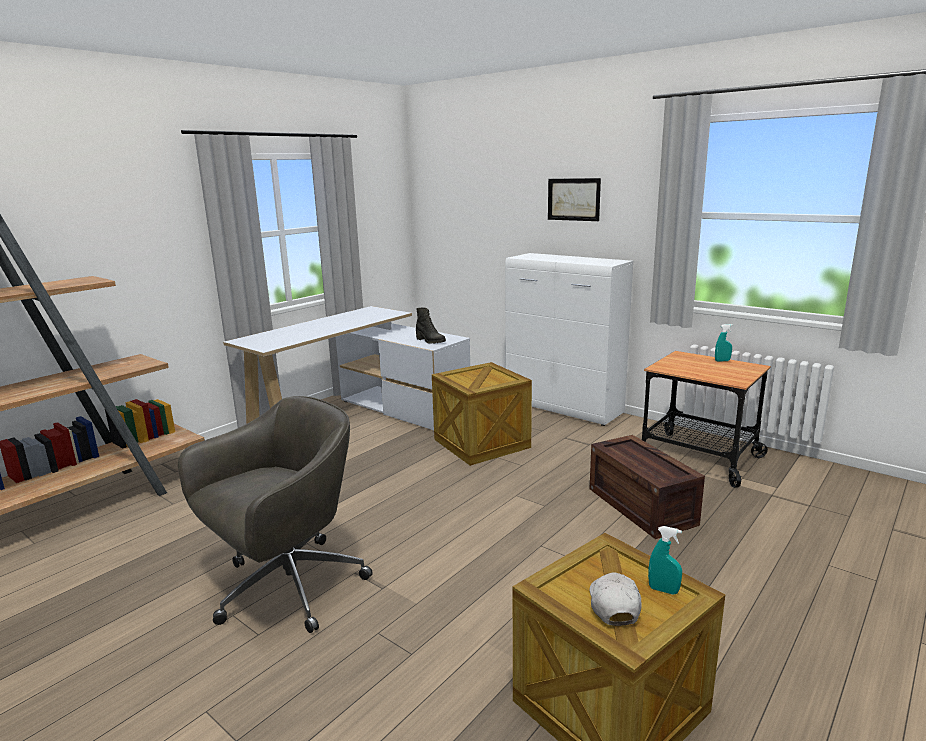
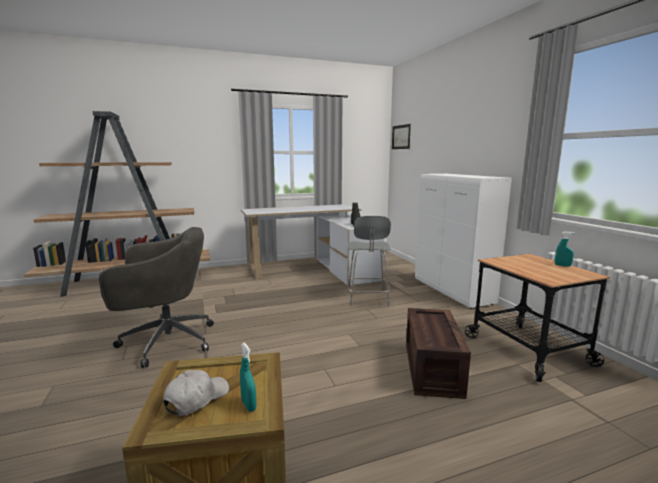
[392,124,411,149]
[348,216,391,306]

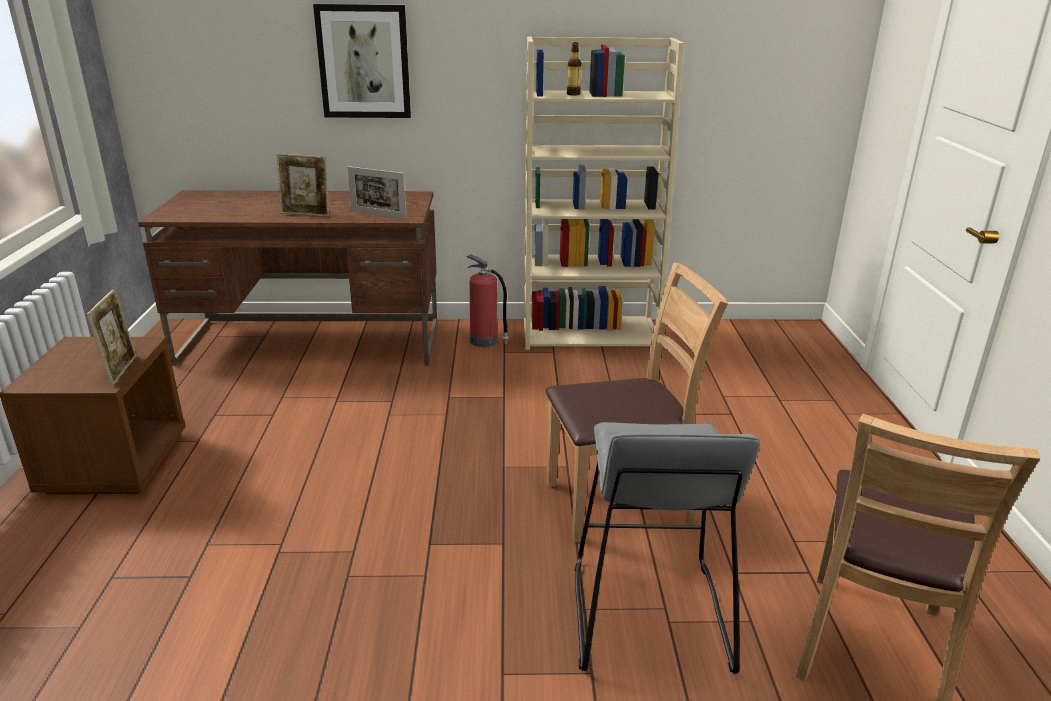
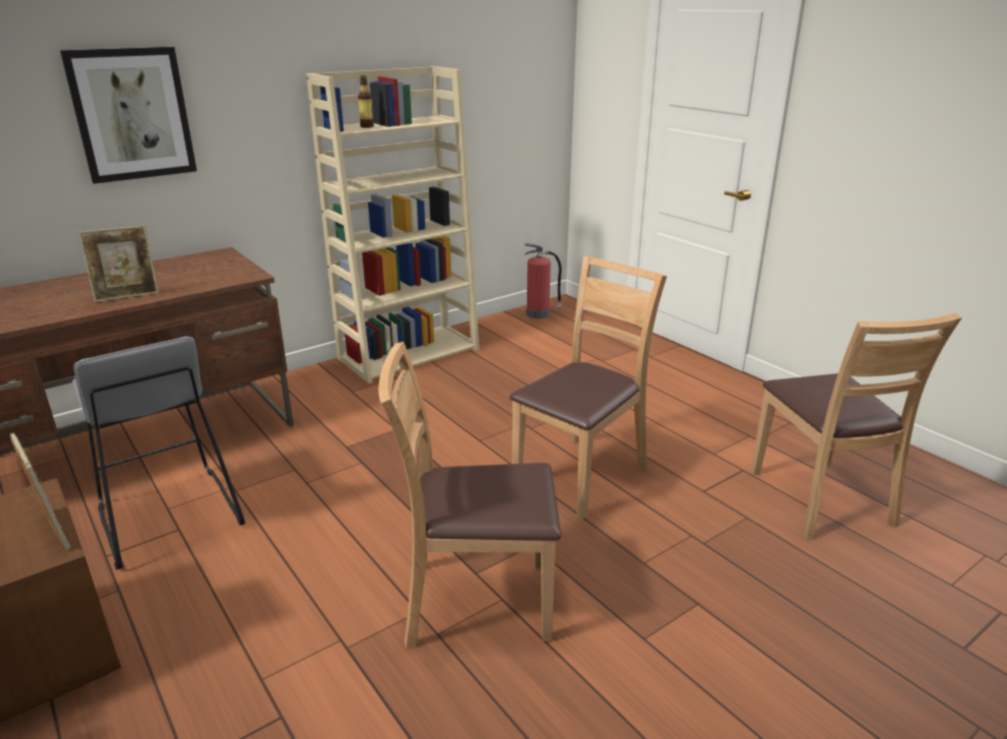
[348,166,407,219] (first image)
[525,243,562,319]
[72,336,245,570]
[379,342,561,649]

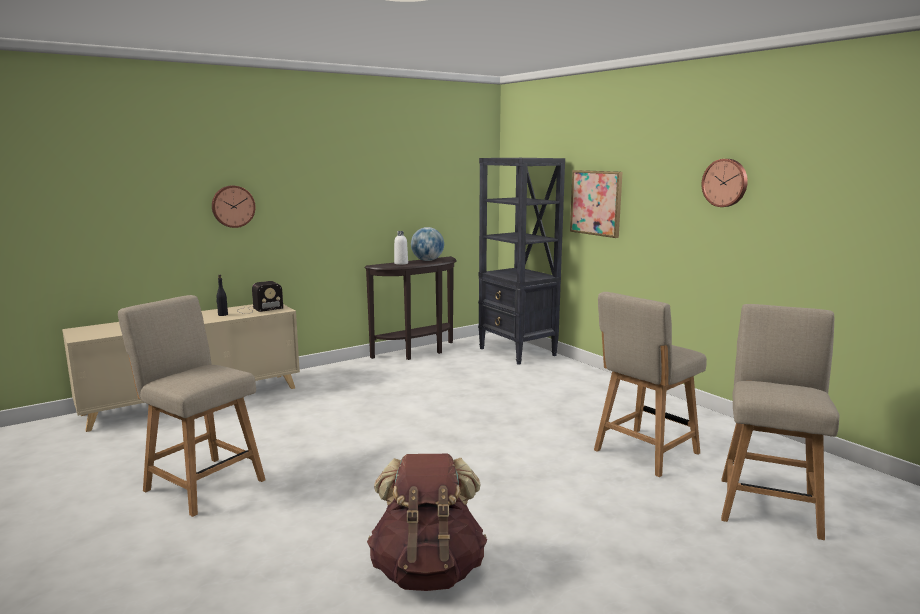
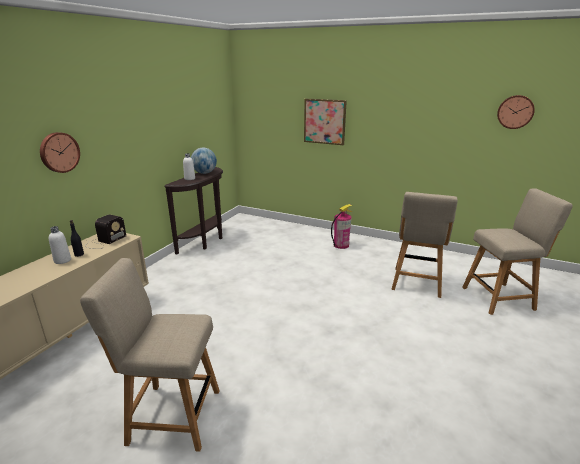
[478,158,565,365] (first image)
[497,95,535,129]
[462,188,573,315]
[367,454,487,591] (first image)
[331,204,353,249]
[49,226,71,264]

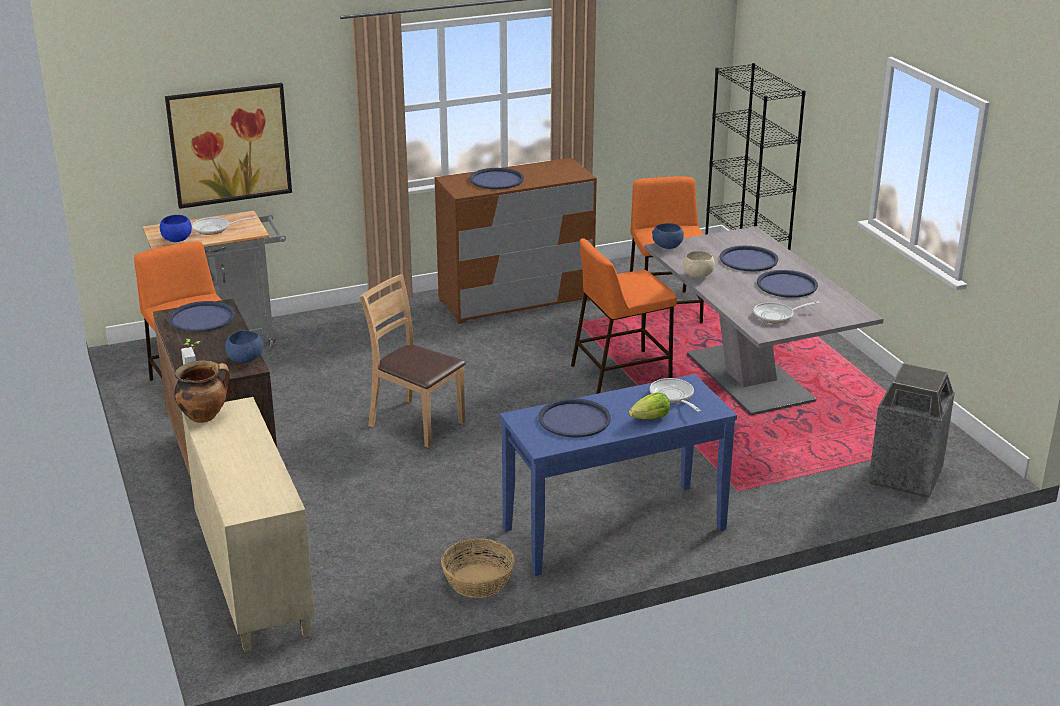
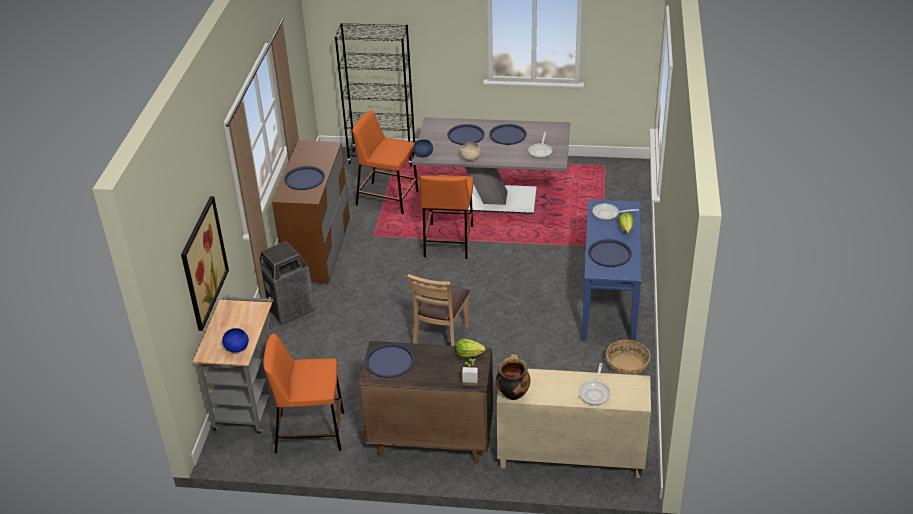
[579,363,611,405]
[407,274,470,346]
[456,338,486,357]
[260,241,315,325]

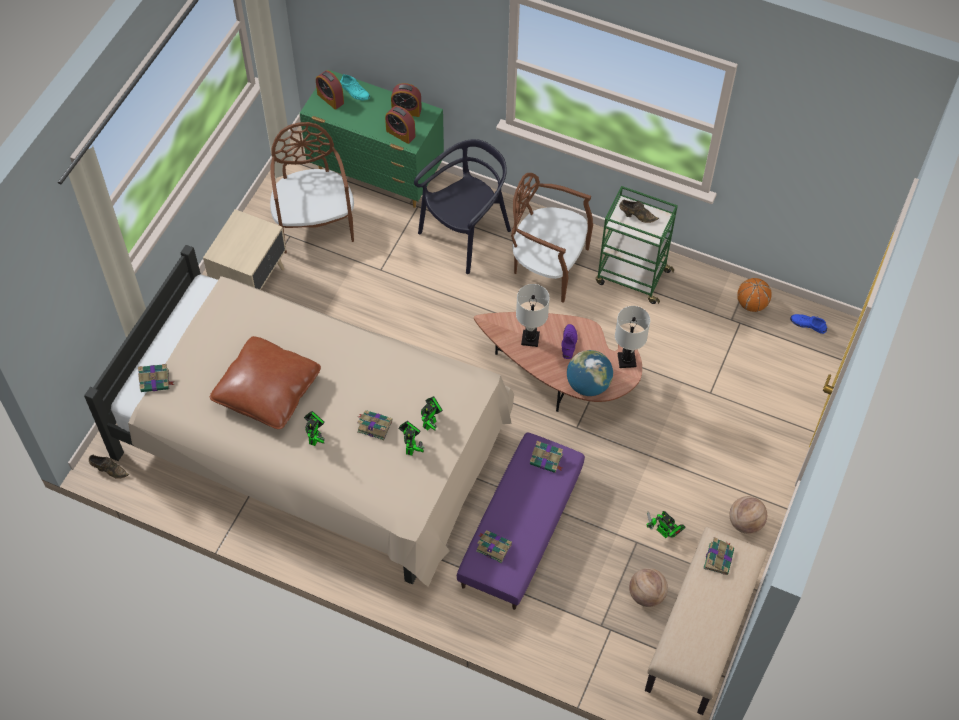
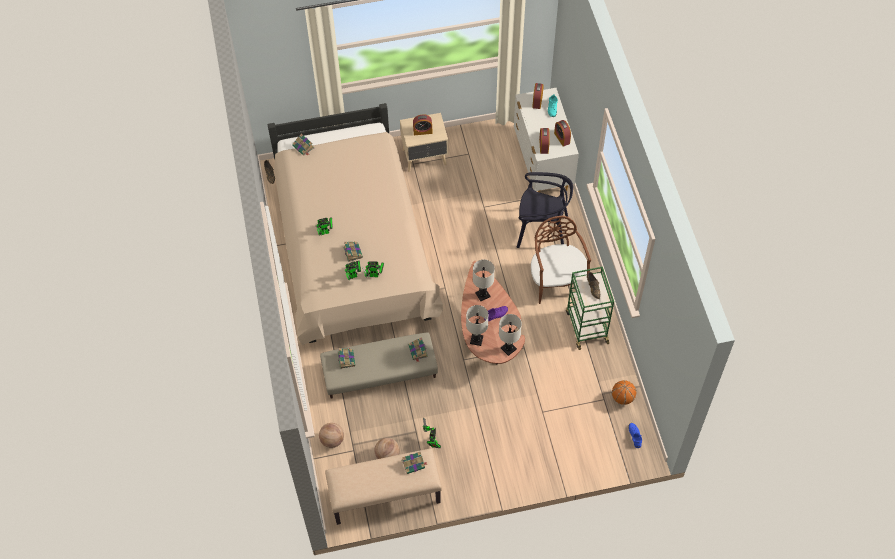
[514,88,579,193]
[270,122,354,254] (first image)
[210,336,321,429] (first image)
[466,305,488,346]
[320,332,438,399]
[319,423,344,448]
[413,114,432,135]

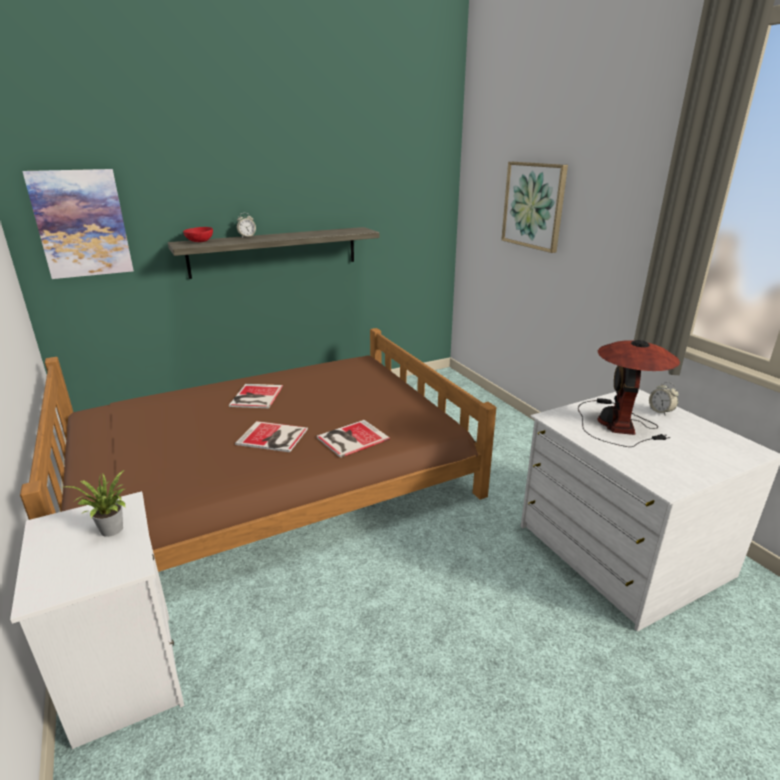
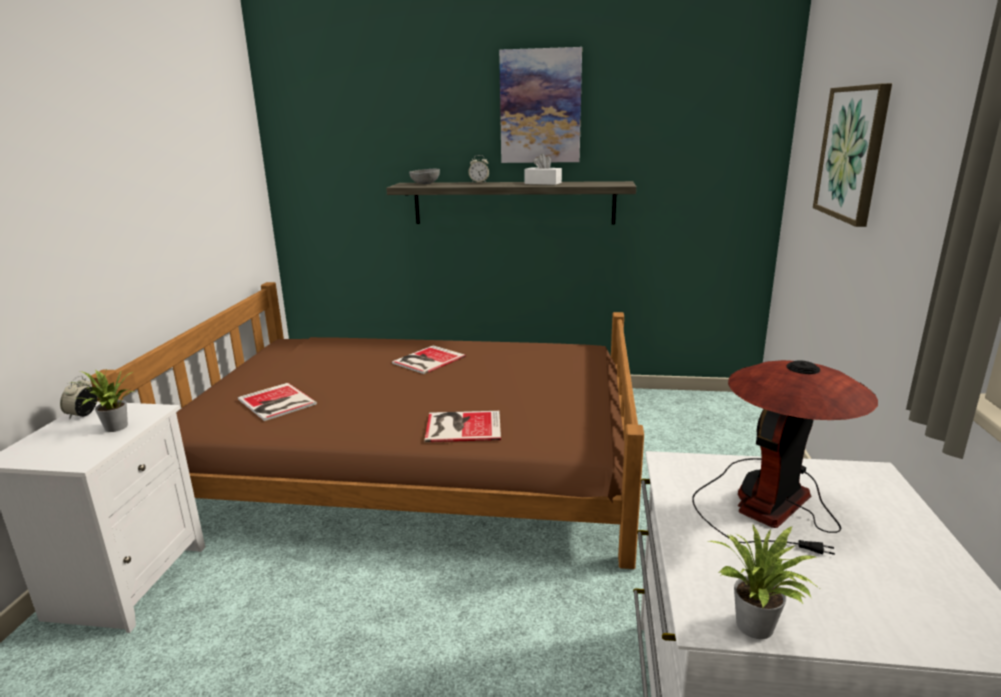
[499,47,582,163]
[409,169,440,184]
[60,376,98,419]
[238,383,317,421]
[525,154,562,185]
[709,525,822,639]

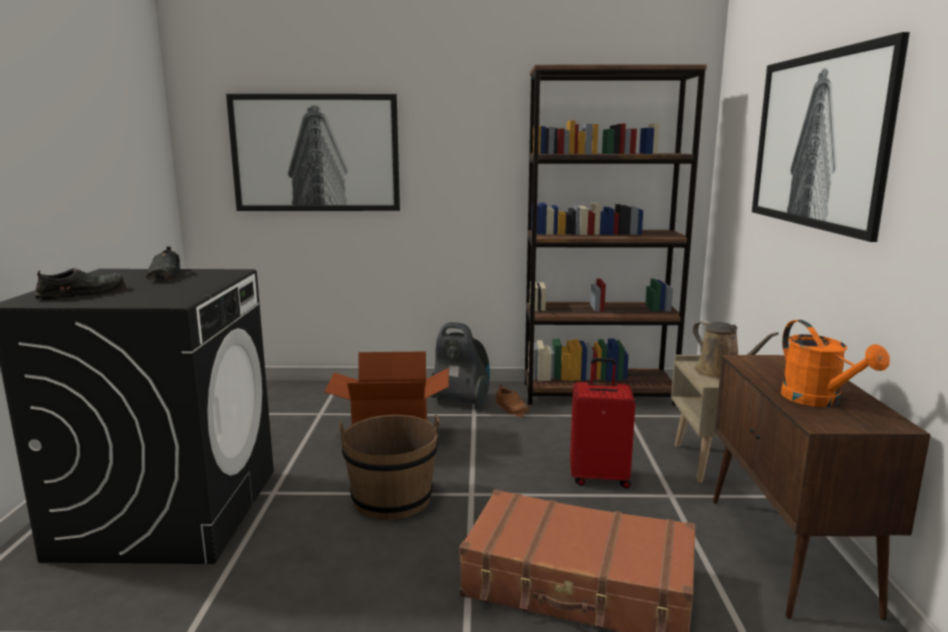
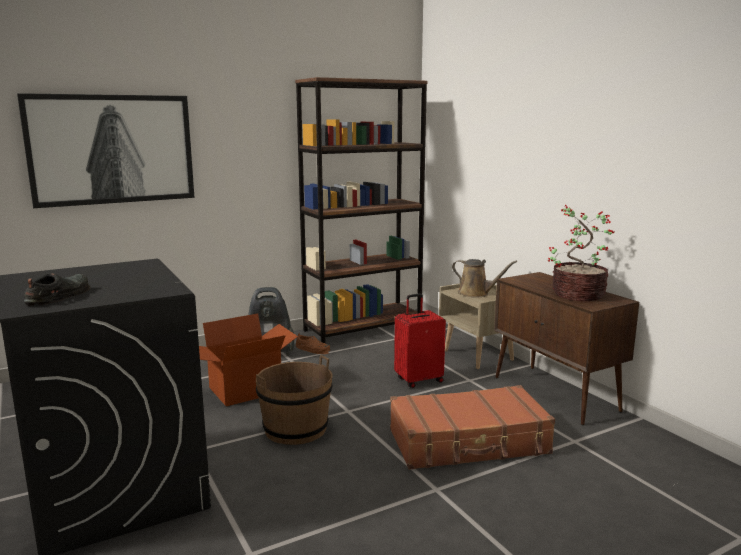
[752,32,910,242] (first image)
[146,247,180,283] (first image)
[548,205,614,301]

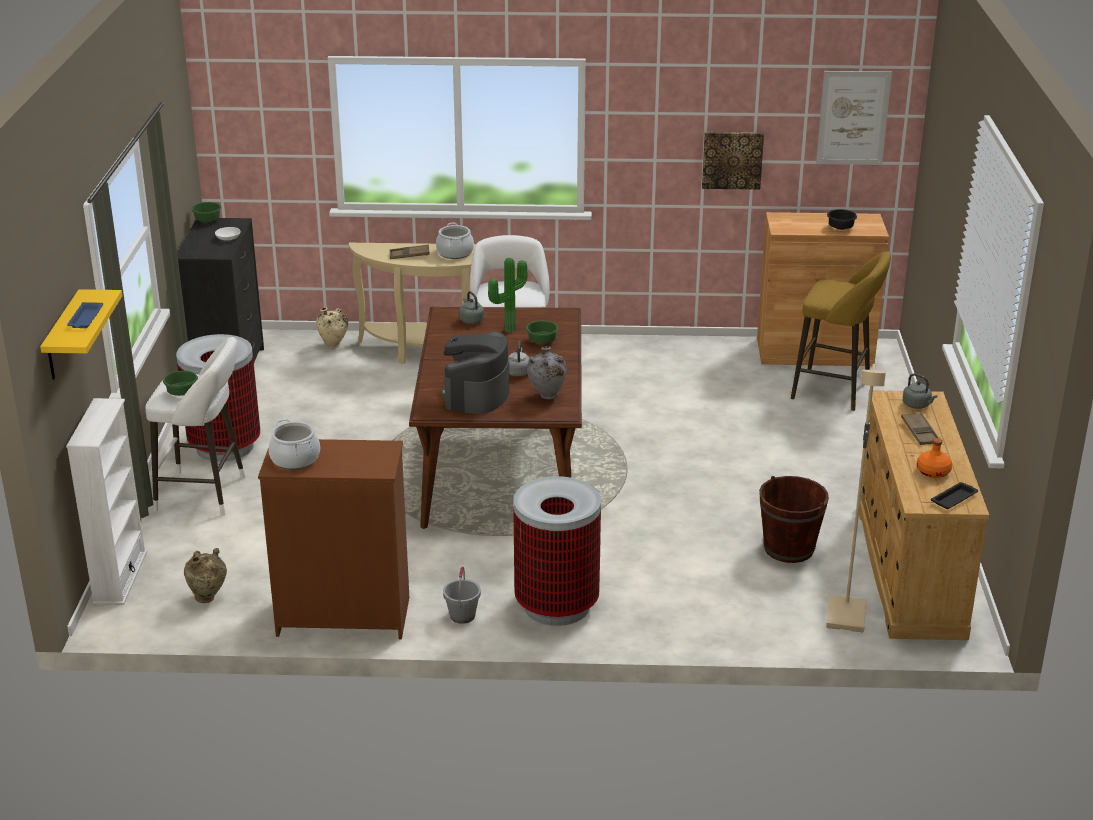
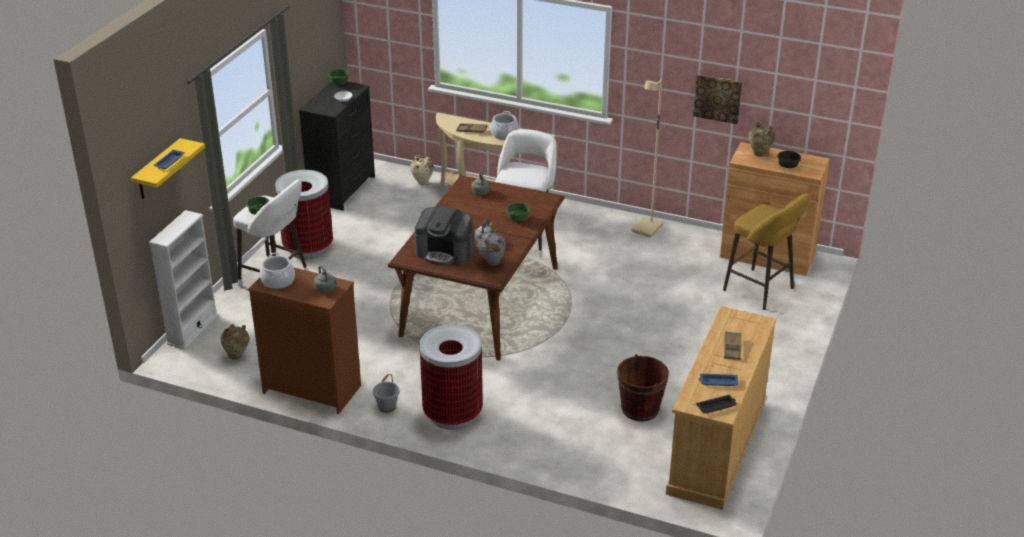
[816,71,892,165] (first image)
[488,258,528,333] (first image)
[414,206,474,265]
[631,79,663,238]
[314,265,336,293]
[698,374,739,386]
[748,122,775,157]

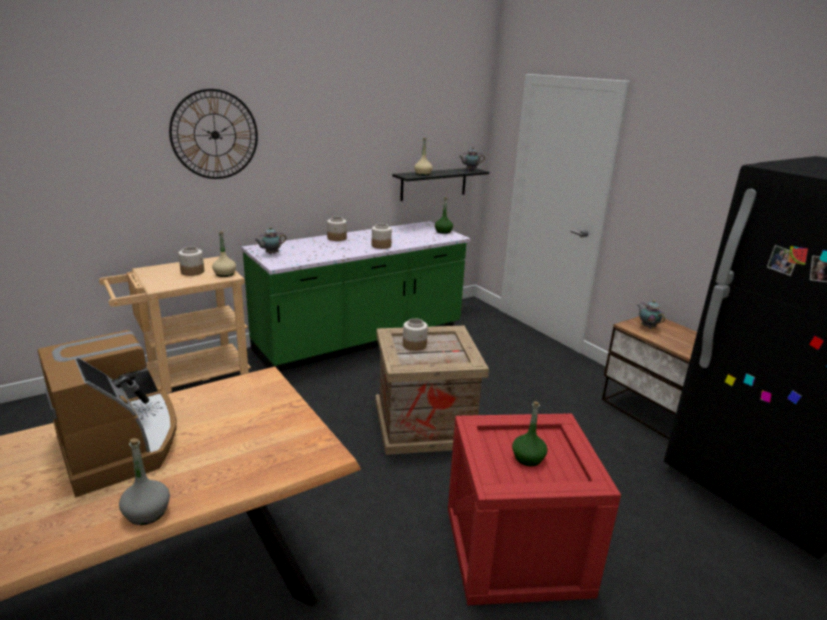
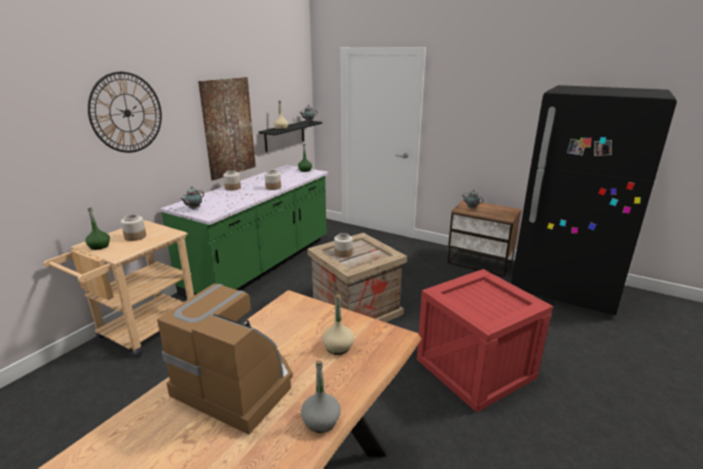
[322,294,354,355]
[85,208,110,250]
[198,77,256,180]

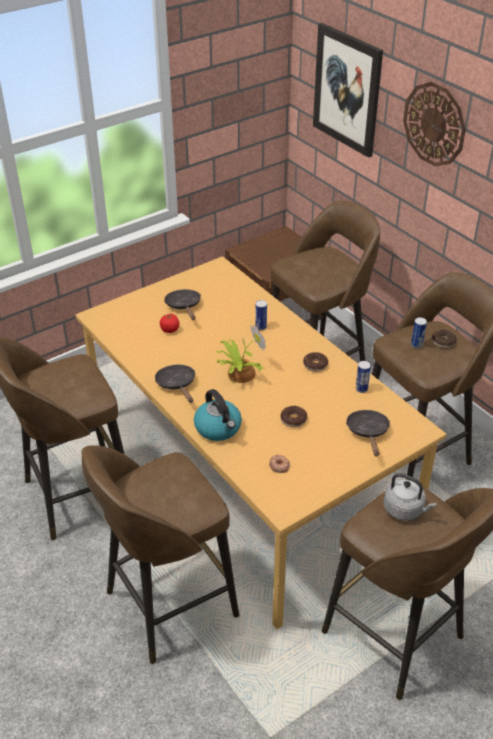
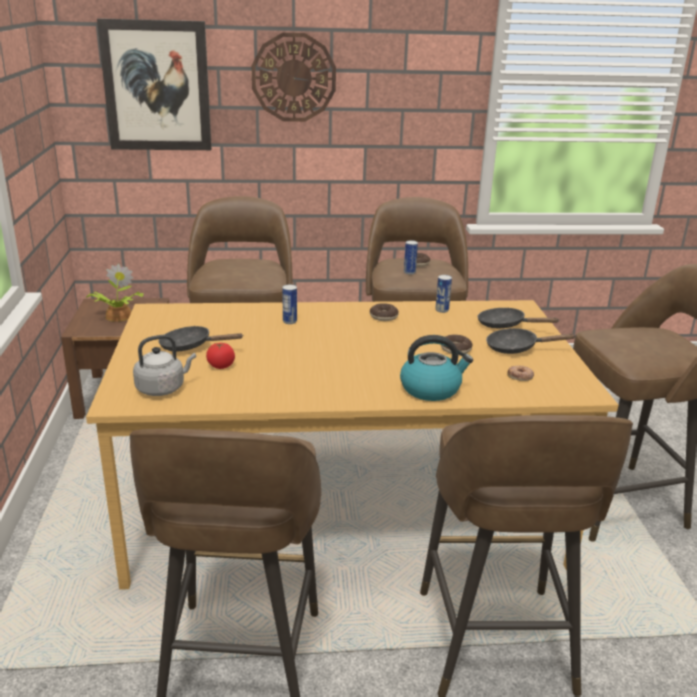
[86,263,144,322]
[486,328,575,354]
[133,335,196,396]

